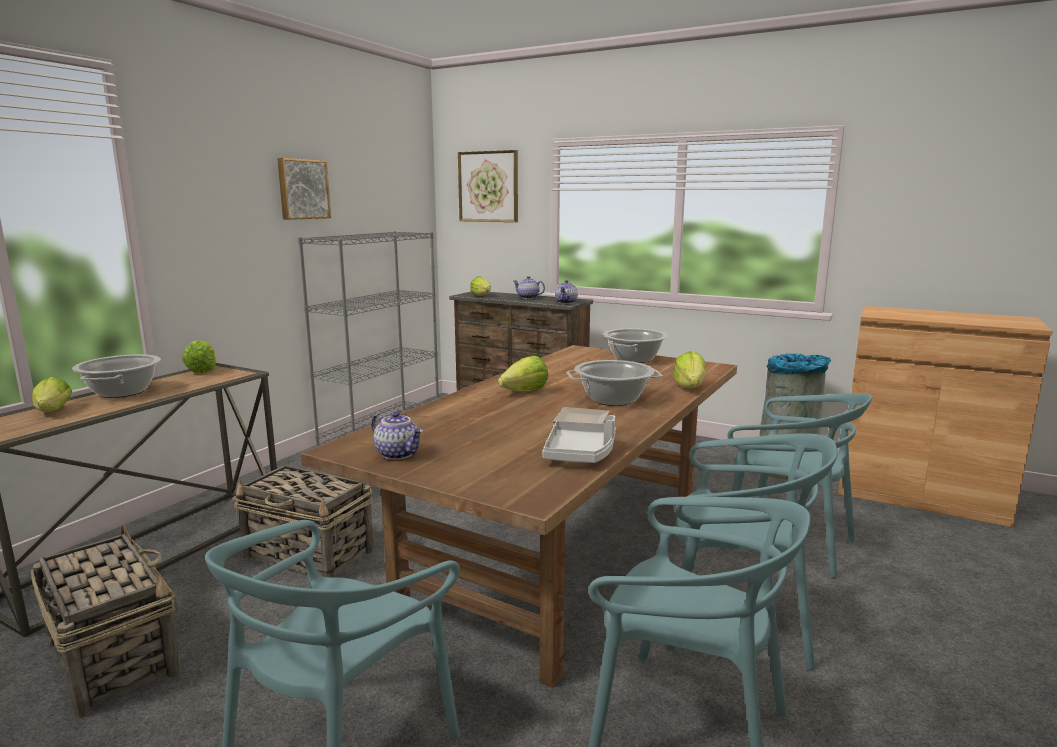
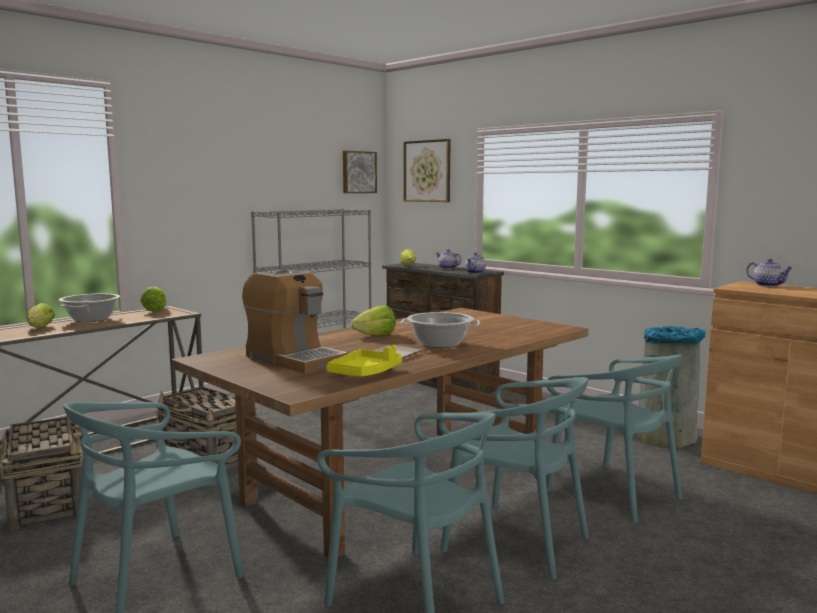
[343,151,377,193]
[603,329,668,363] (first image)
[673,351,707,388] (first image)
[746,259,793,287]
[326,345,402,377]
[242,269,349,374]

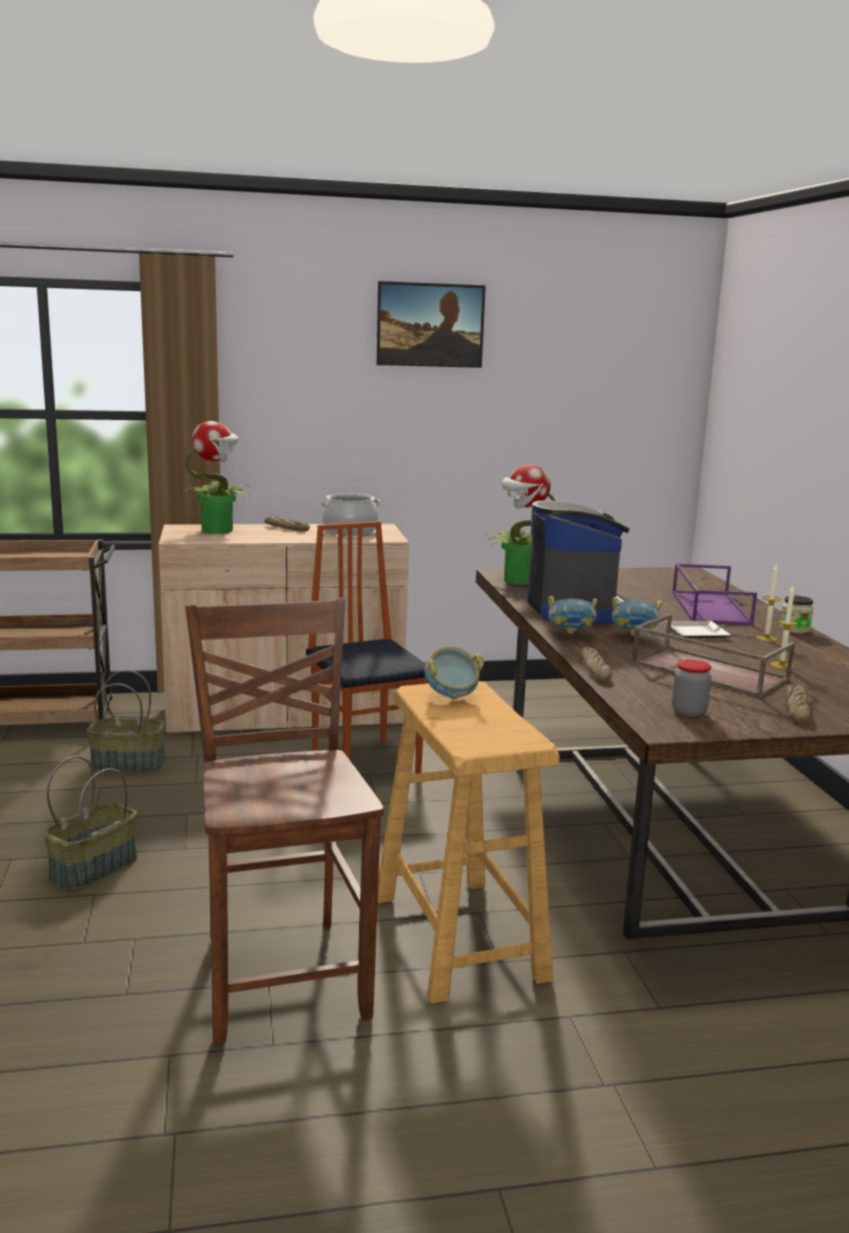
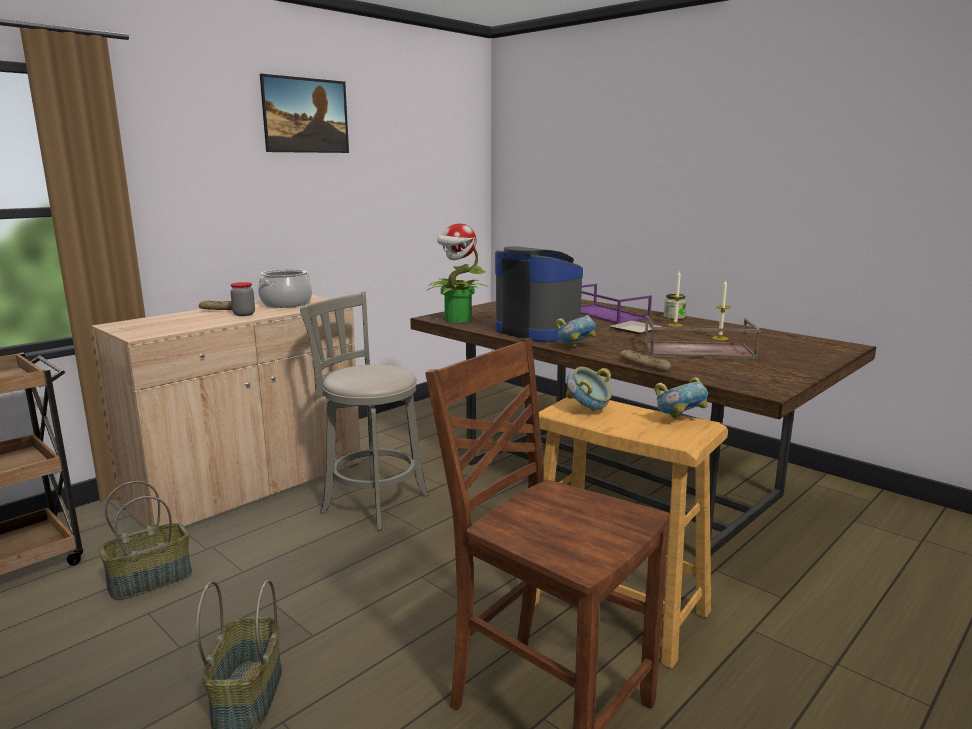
[184,421,252,534] (first image)
[300,292,429,531]
[655,377,708,419]
[230,282,255,316]
[786,683,811,723] (first image)

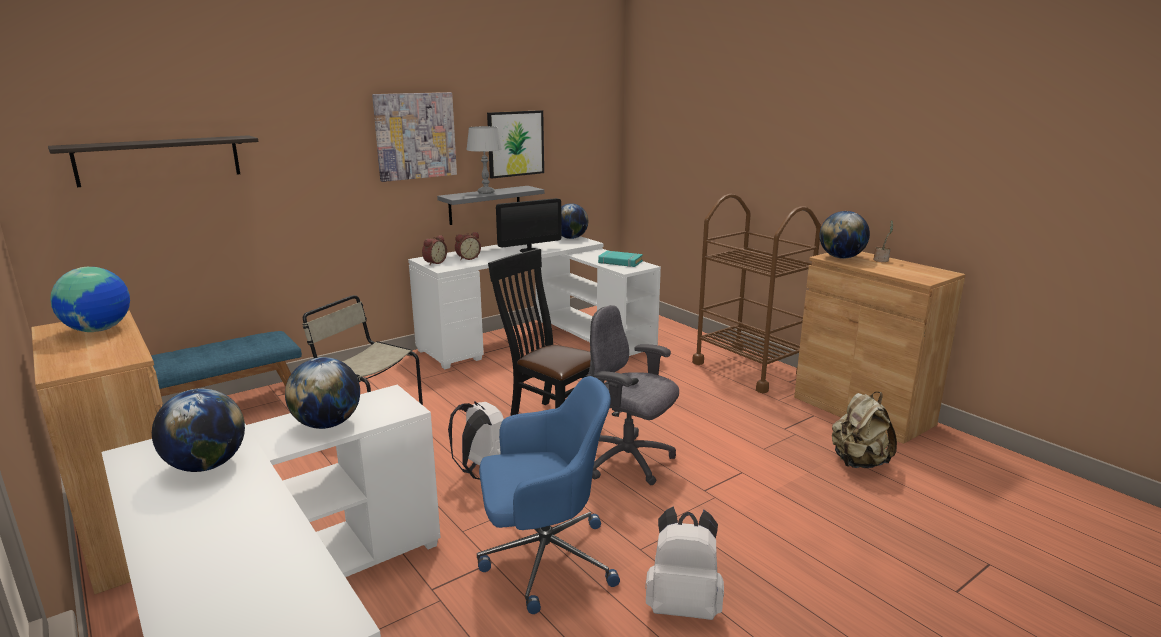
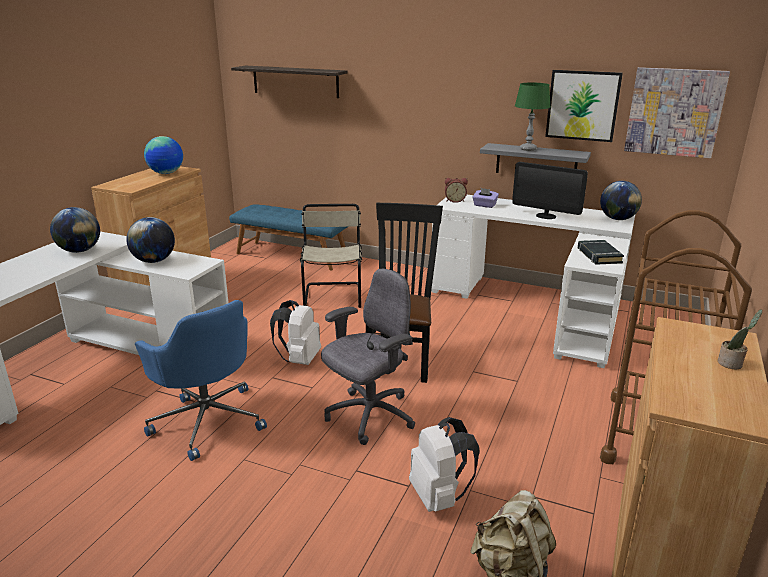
[624,67,730,158]
[515,83,551,151]
[819,211,870,259] (first image)
[472,188,499,208]
[578,240,624,265]
[321,269,415,445]
[409,417,480,512]

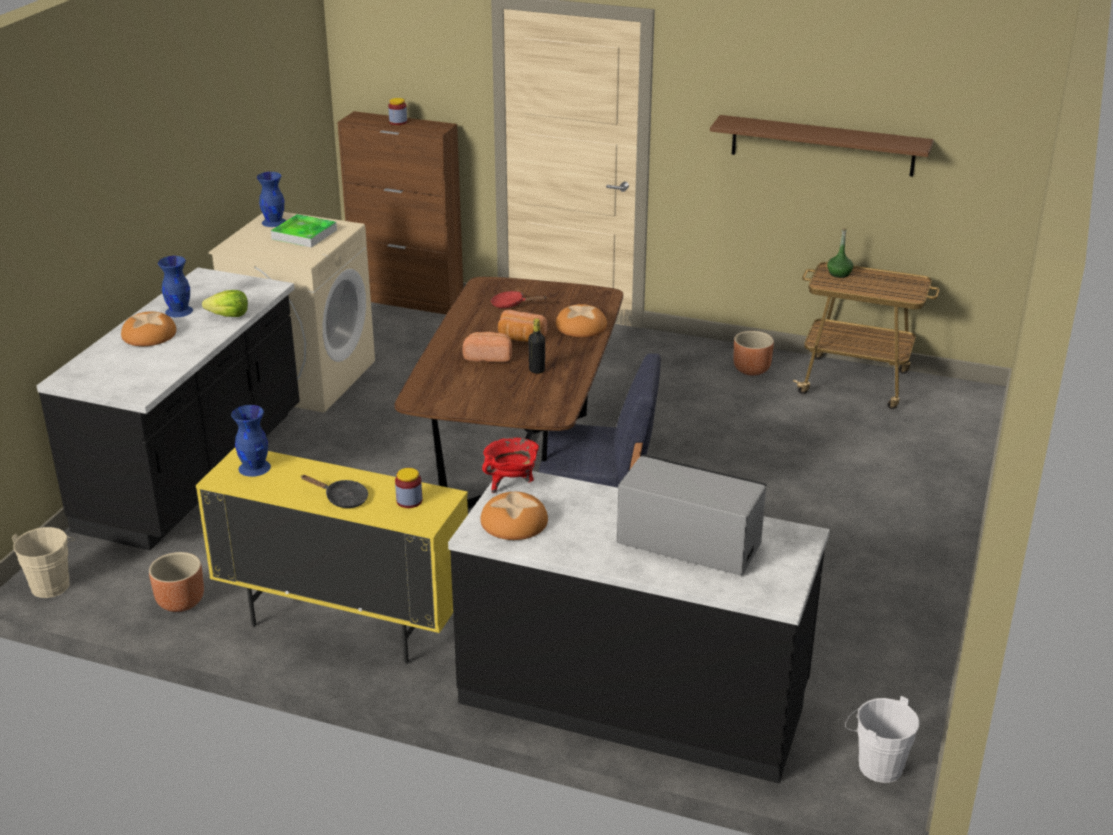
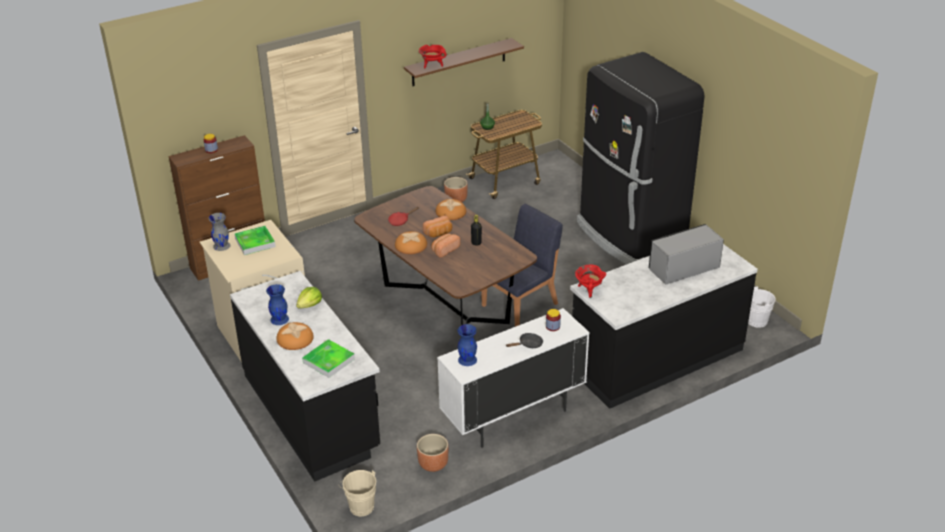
[208,213,231,251]
[437,308,590,448]
[395,231,427,254]
[419,45,446,68]
[577,52,704,264]
[302,339,355,378]

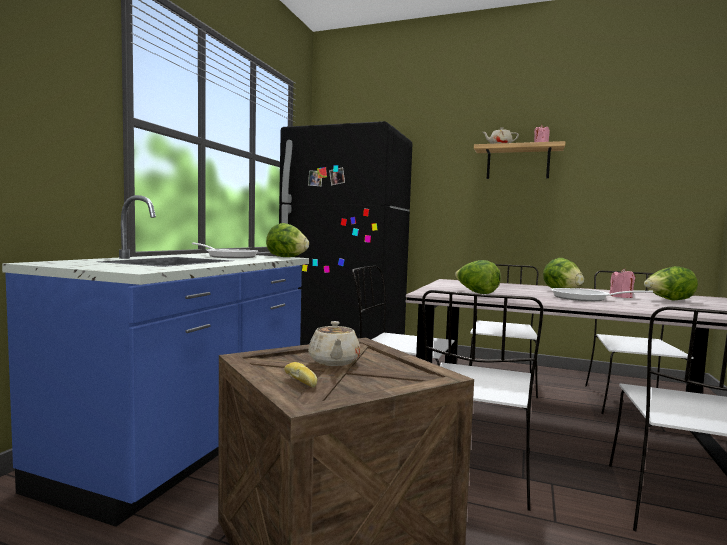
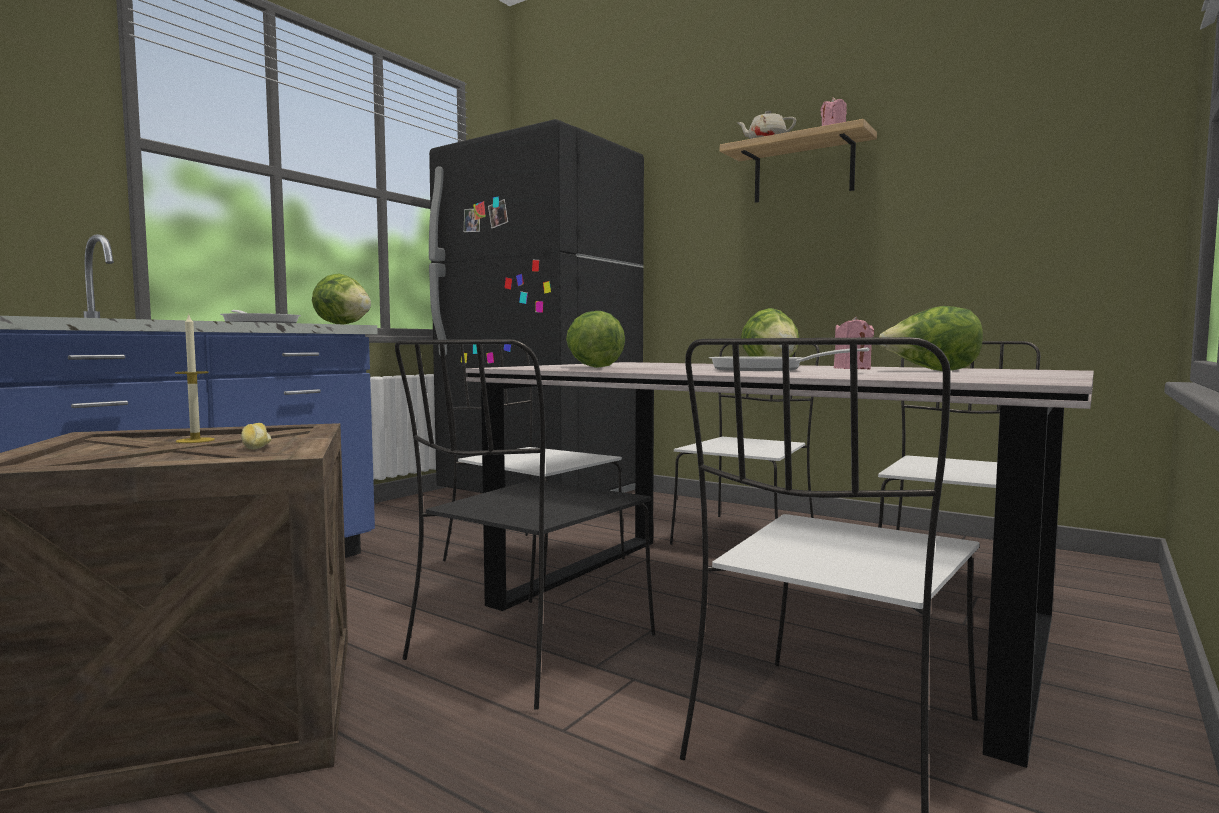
[395,339,655,710]
[175,313,215,443]
[241,423,272,449]

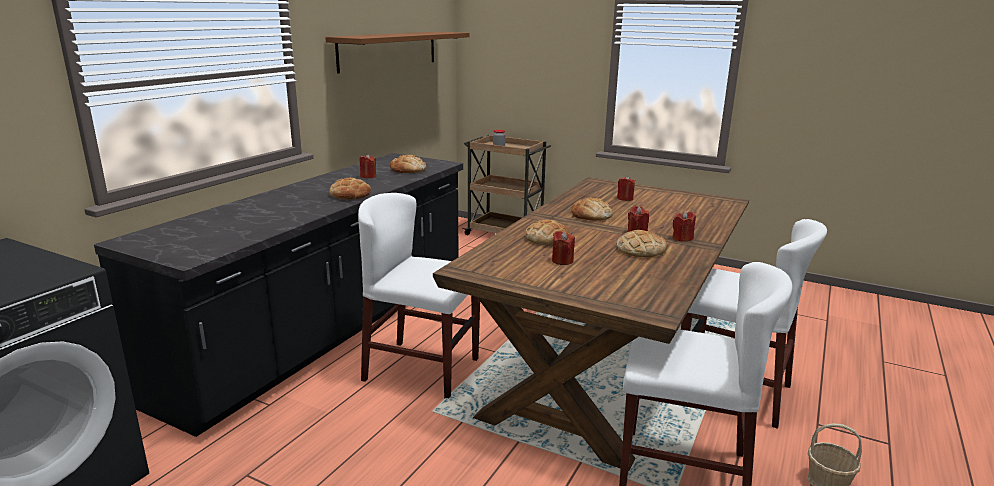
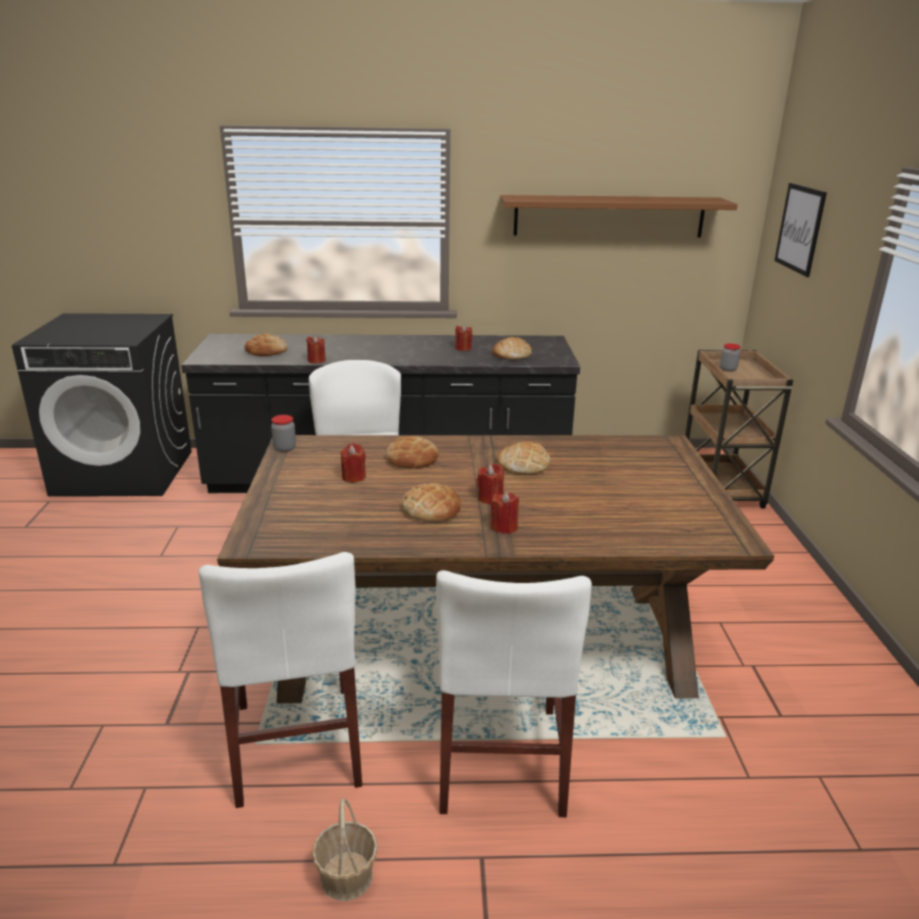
[306,336,326,364]
[244,334,288,356]
[774,183,827,277]
[271,415,296,452]

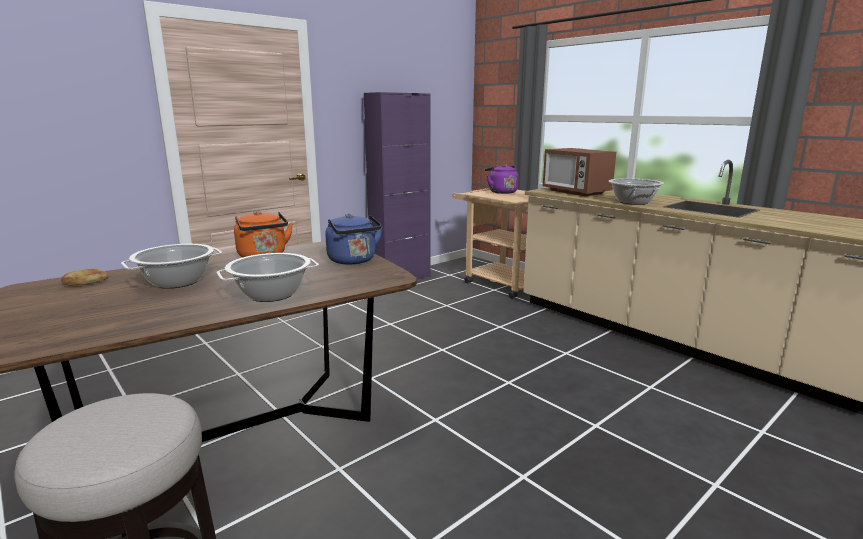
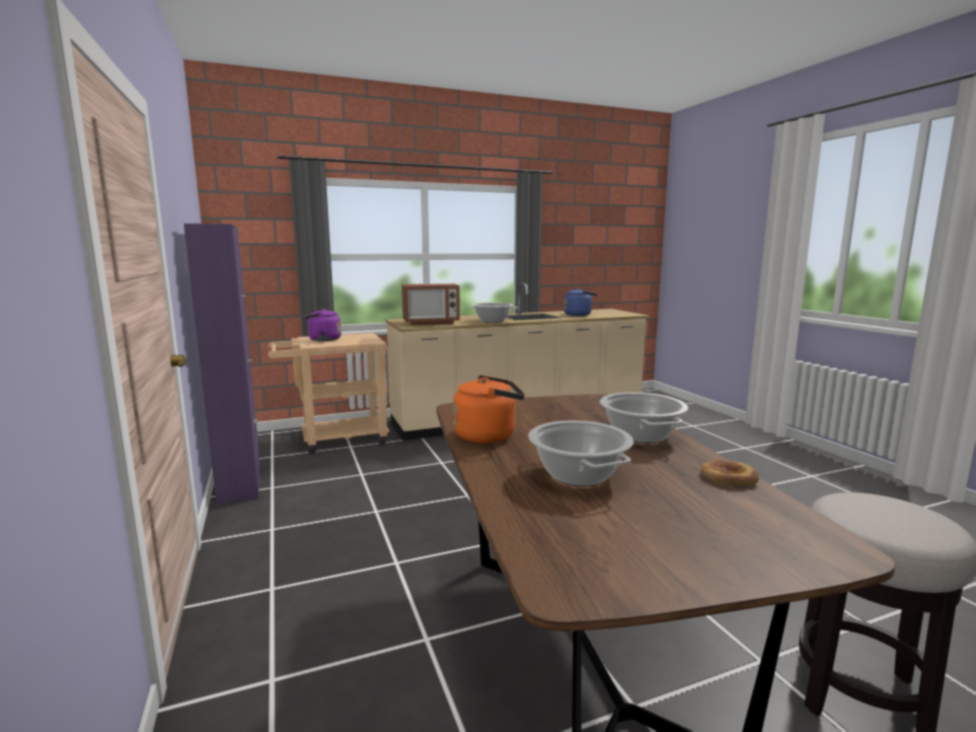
[564,288,597,316]
[701,460,759,485]

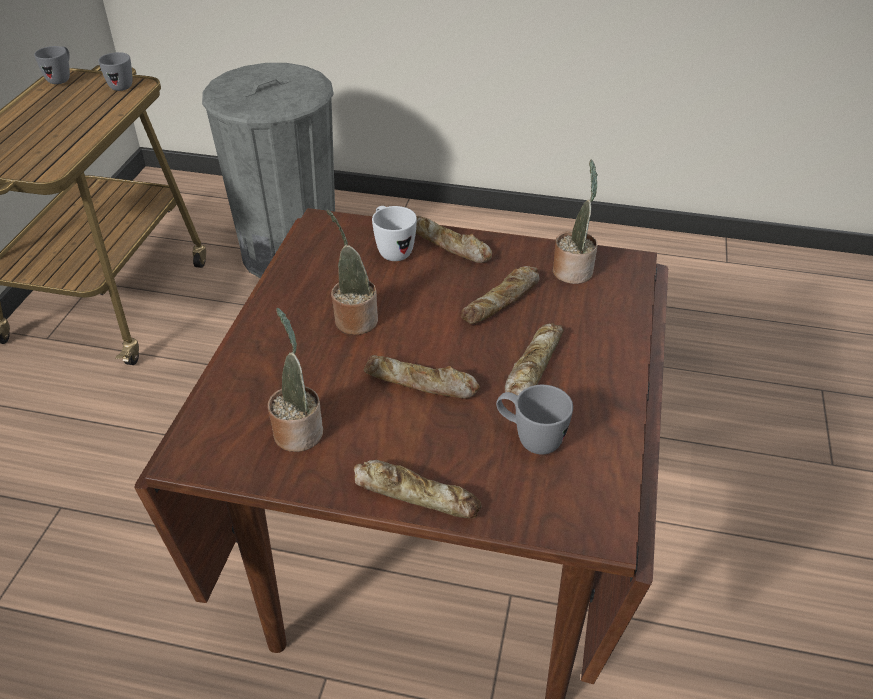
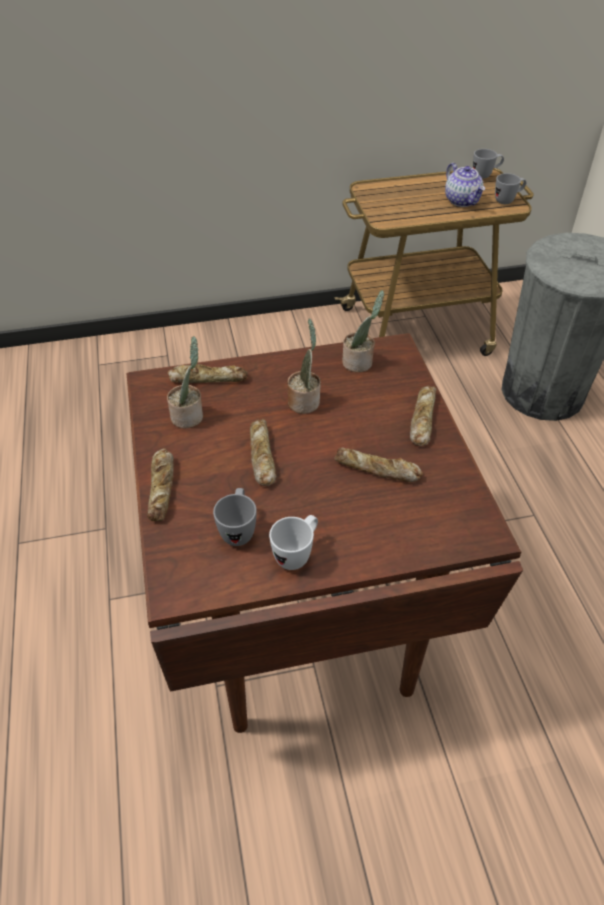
[342,290,384,372]
[269,515,318,570]
[168,364,247,383]
[445,163,485,207]

